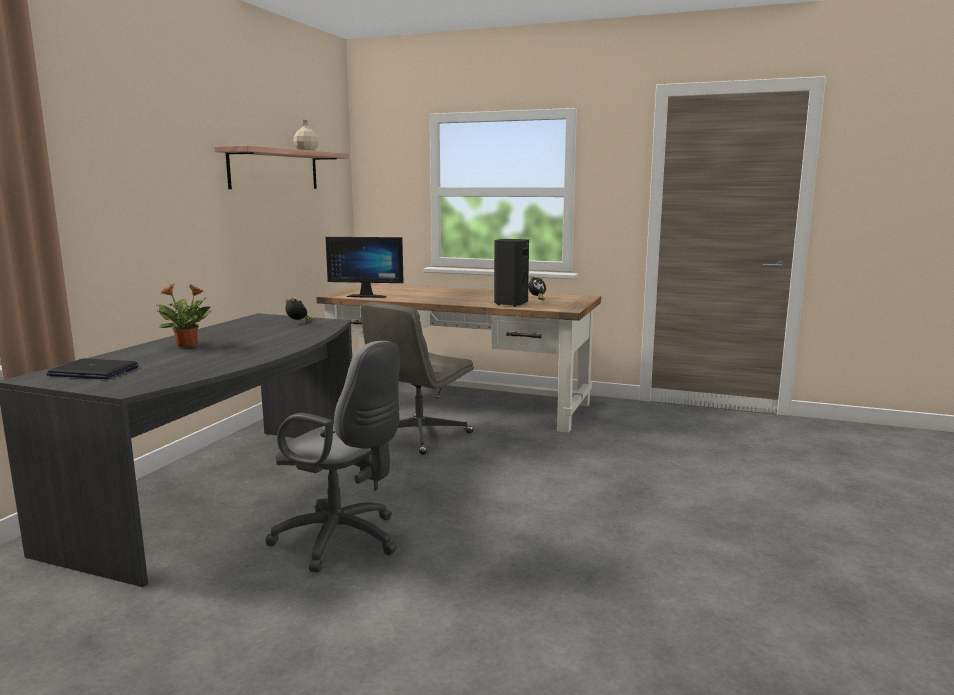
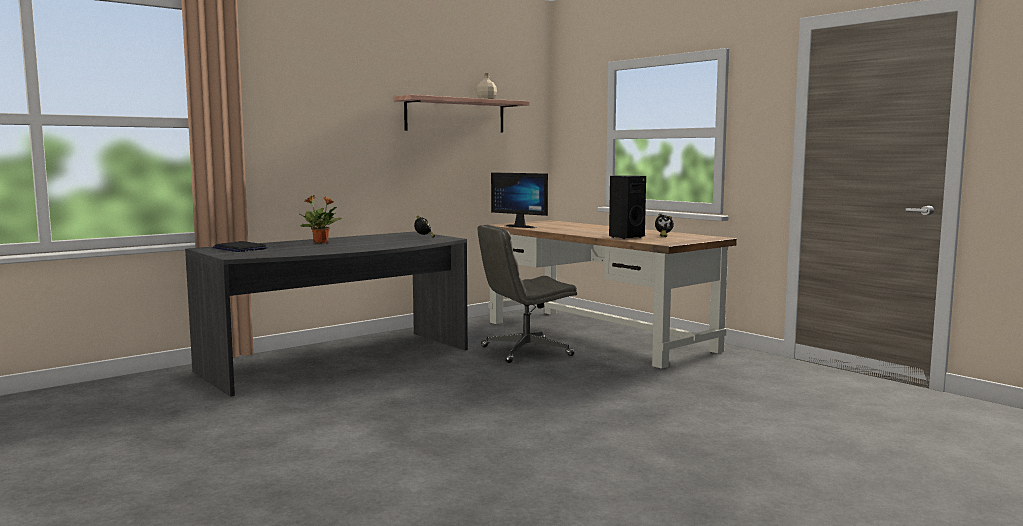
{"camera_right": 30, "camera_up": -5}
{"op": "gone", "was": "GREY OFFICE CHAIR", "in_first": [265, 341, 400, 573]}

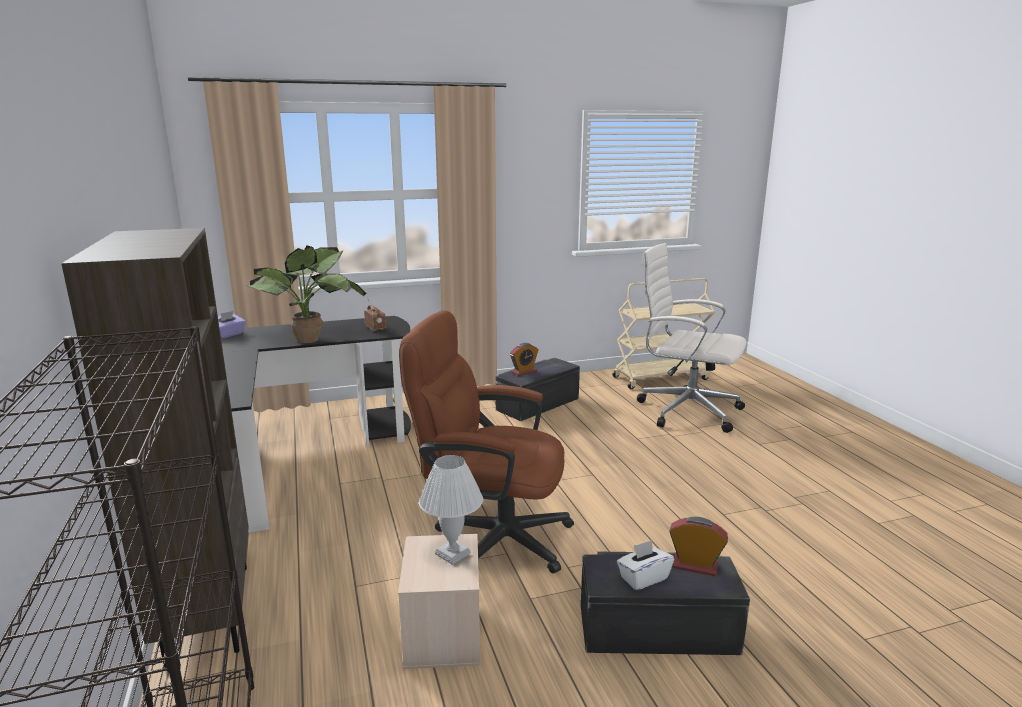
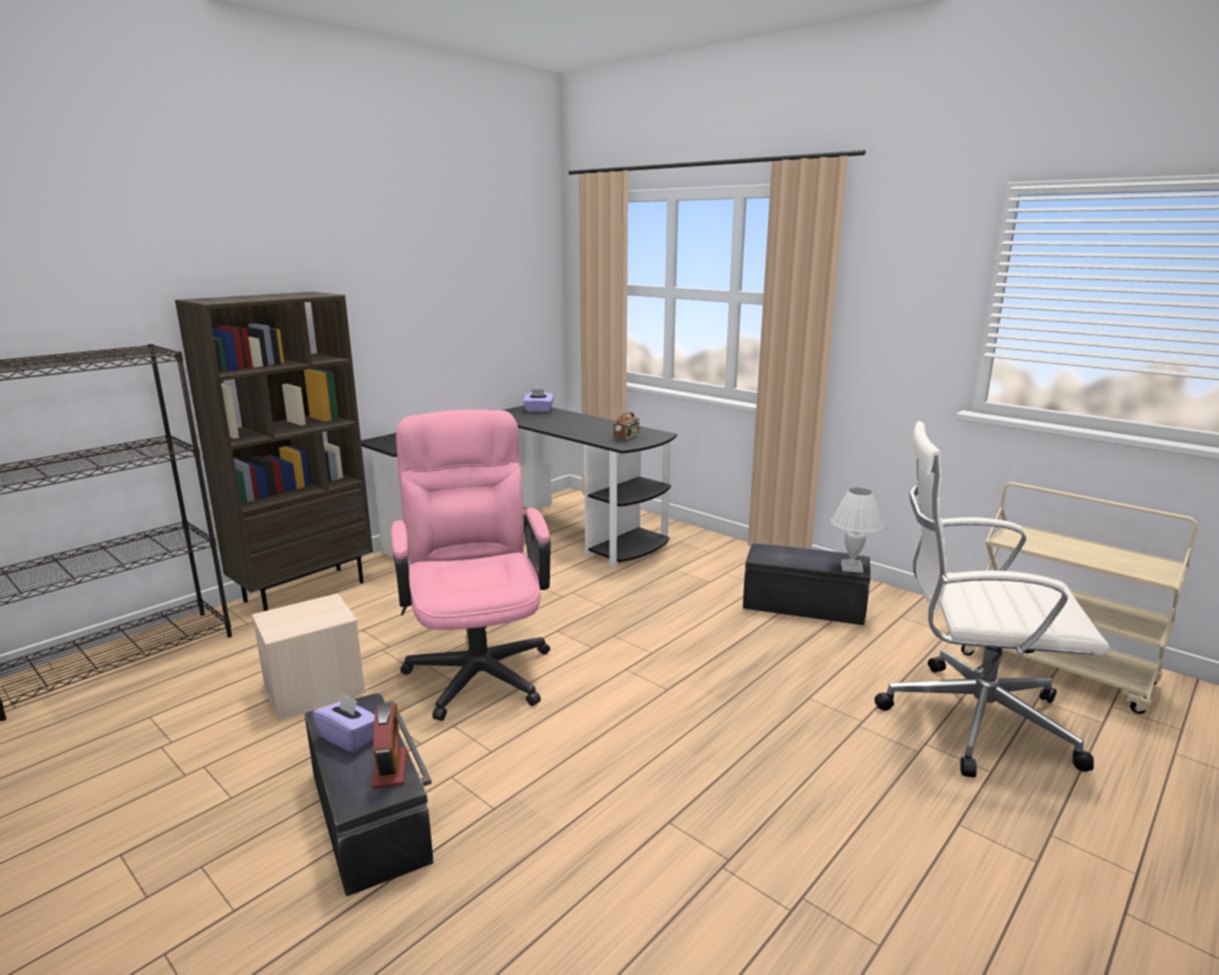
{"camera_right": 60, "camera_up": 0}
{"op": "gone", "was": "POTTED PLANT", "in_first": [247, 245, 366, 343]}
{"op": "gone", "was": "ALARM CLOCK", "in_first": [510, 343, 539, 376]}
{"op": "shifted", "was": "WHITE TABLE LAMP", "in_first": [419, 455, 483, 565], "in_second": [831, 488, 883, 573]}
{"op": "repainted", "was": "BROWN OFFICE CHAIR", "now": "PINK OFFICE CHAIR", "in_first": [399, 310, 574, 573], "in_second": [391, 410, 551, 721]}
{"op": "repainted", "was": "WHITE TISSUE BOX", "now": "PURPLE TISSUE BOX", "in_first": [617, 540, 674, 590], "in_second": [312, 693, 375, 753]}
{"op": "rotated", "was": "WHITE OFFICE CHAIR", "in_first": [637, 243, 747, 433], "in_second": [874, 421, 1110, 777], "clockwise": -75}

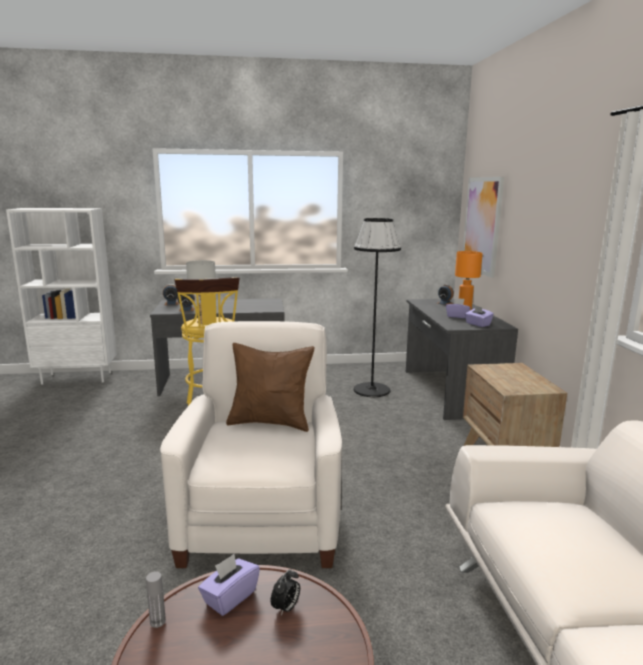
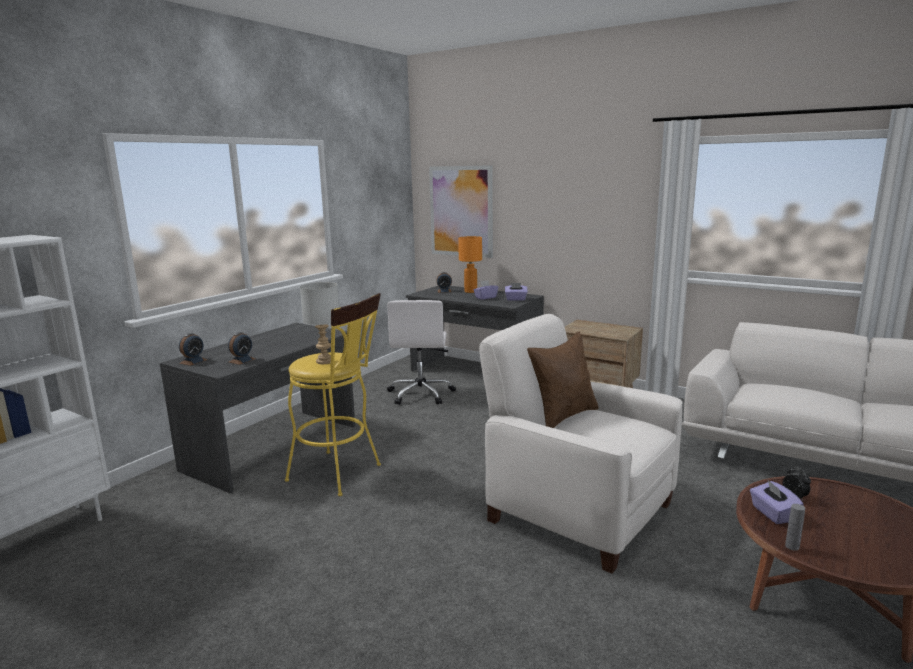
{"camera_right": -50, "camera_up": 0}
{"op": "swapped", "was": "BLACK FLOOR LAMP", "now": "WHITE OFFICE CHAIR", "in_first": [353, 218, 401, 397], "in_second": [387, 300, 456, 405]}

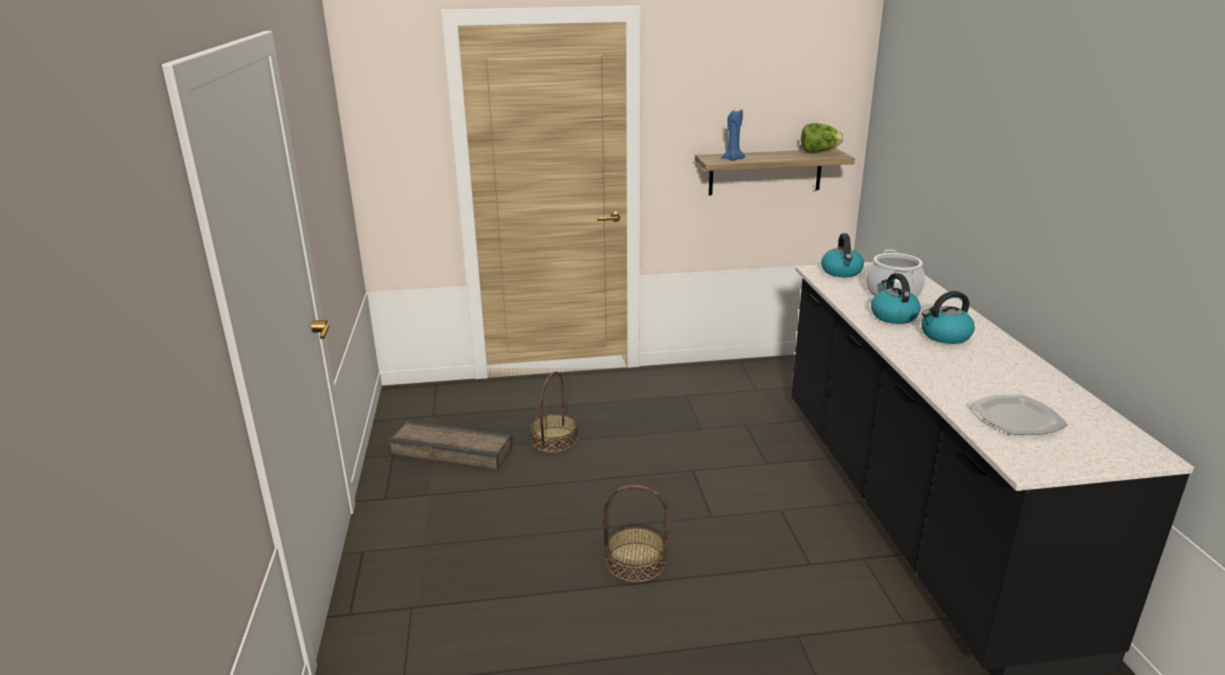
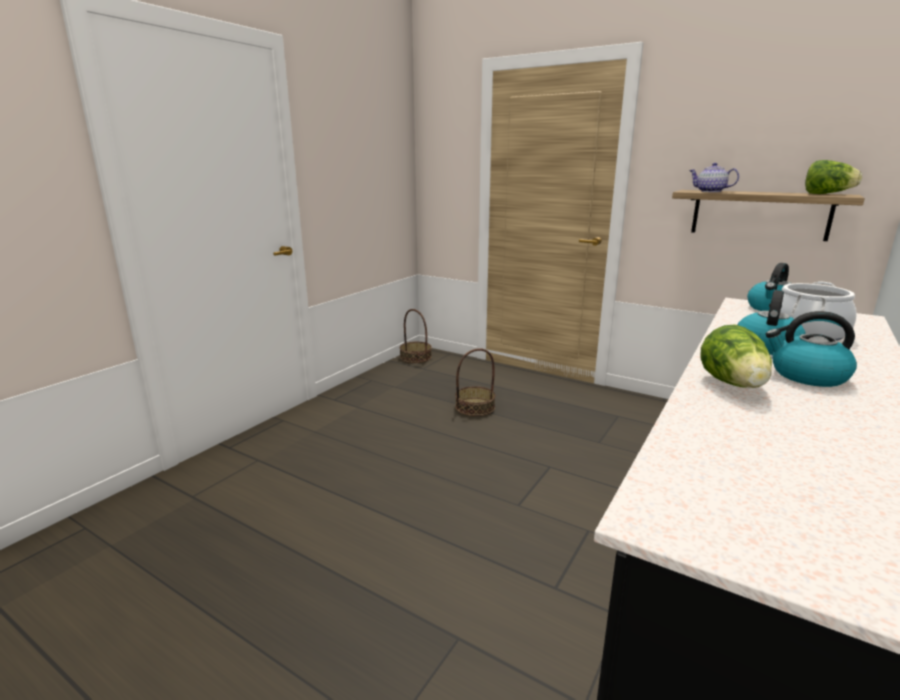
{"camera_right": 40, "camera_up": -5}
{"op": "gone", "was": "CRATE", "in_first": [389, 421, 512, 470]}
{"op": "gone", "was": "PLATE", "in_first": [971, 394, 1068, 435]}
{"op": "new", "now": "LETTUCE", "in_second": [700, 324, 772, 388]}
{"op": "shifted", "was": "BASKET", "in_first": [603, 485, 669, 583], "in_second": [400, 309, 432, 363]}
{"op": "swapped", "was": "BLUE CANDLE", "now": "TEAPOT", "in_first": [721, 109, 745, 161], "in_second": [689, 163, 739, 192]}

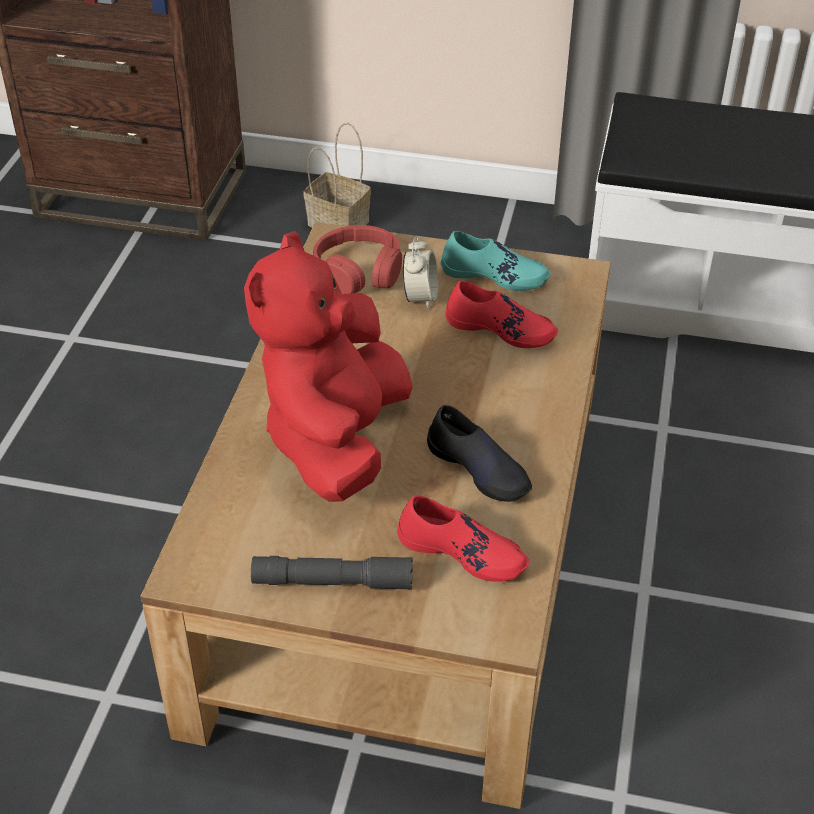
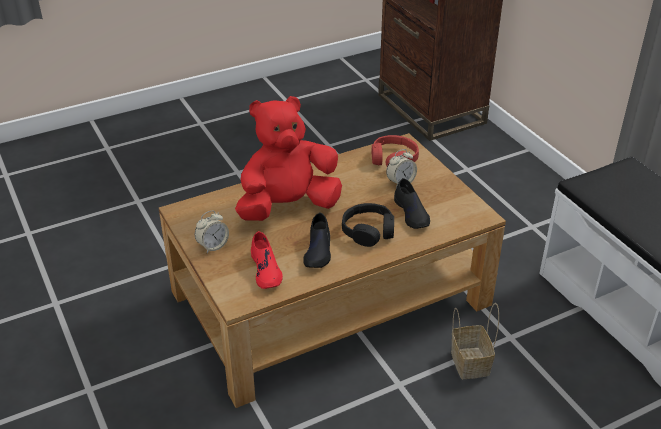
{"camera_right": 50, "camera_up": -5}
{"op": "gone", "was": "TURQUOISE SHOE", "in_first": [441, 231, 551, 291]}
{"op": "new", "now": "BLACK HEADPHONES", "in_second": [342, 203, 394, 247]}
{"op": "shifted", "was": "BASKET", "in_first": [304, 123, 371, 227], "in_second": [451, 303, 499, 379]}
{"op": "swapped", "was": "GREY FLASHLIGHT", "now": "ALARM CLOCK", "in_first": [251, 556, 413, 590], "in_second": [195, 210, 229, 253]}
{"op": "repainted", "was": "RED SHOE", "now": "BLACK SHOE", "in_first": [445, 281, 558, 348], "in_second": [394, 178, 430, 229]}

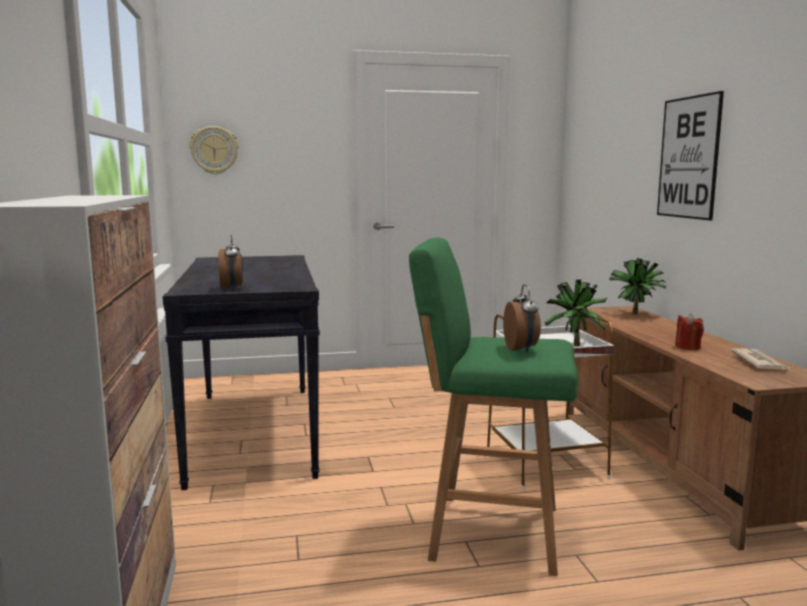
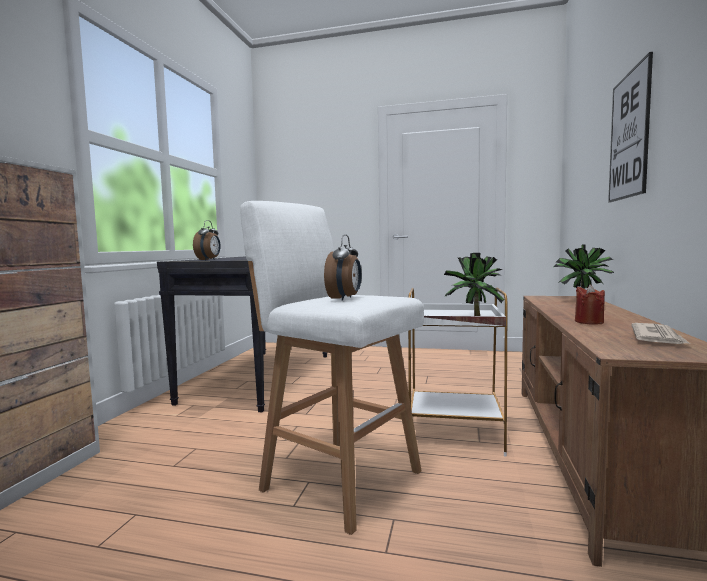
{"camera_right": 25, "camera_up": -5}
{"op": "gone", "was": "WALL CLOCK", "in_first": [190, 126, 239, 175]}
{"op": "repainted", "was": "GREEN STOOL", "now": "WHITE STOOL", "in_first": [409, 238, 578, 576], "in_second": [240, 201, 424, 535]}

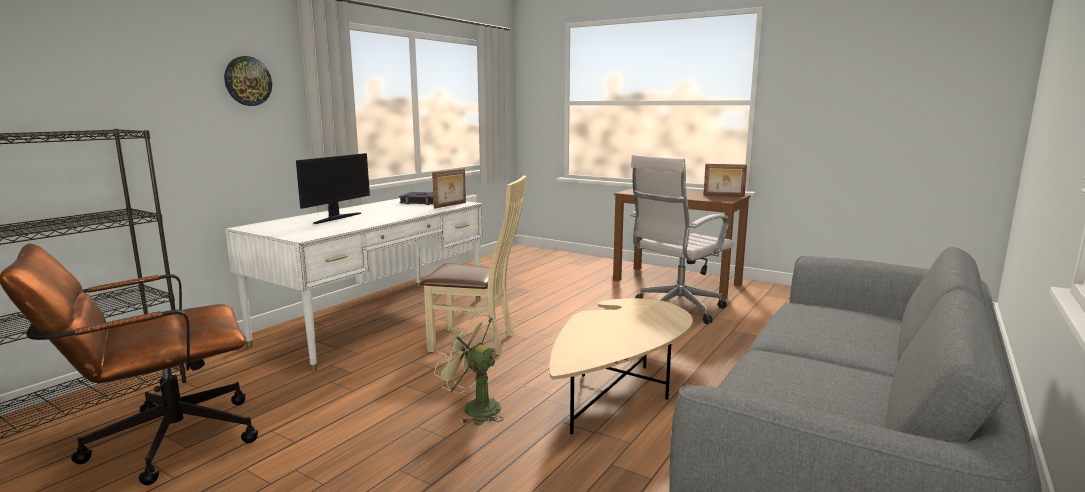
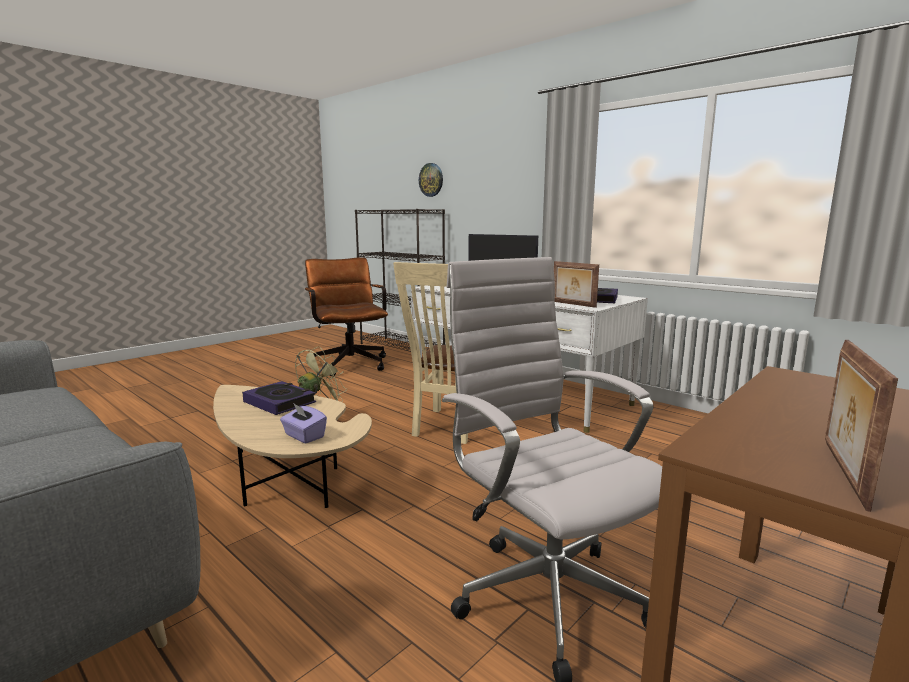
{"camera_right": 100, "camera_up": 0}
{"op": "new", "now": "BOOK", "in_second": [242, 381, 316, 415]}
{"op": "new", "now": "PURPLE TISSUE BOX", "in_second": [280, 403, 327, 444]}
{"op": "shifted", "was": "WALL CLOCK", "in_first": [224, 56, 272, 106], "in_second": [419, 163, 443, 197]}

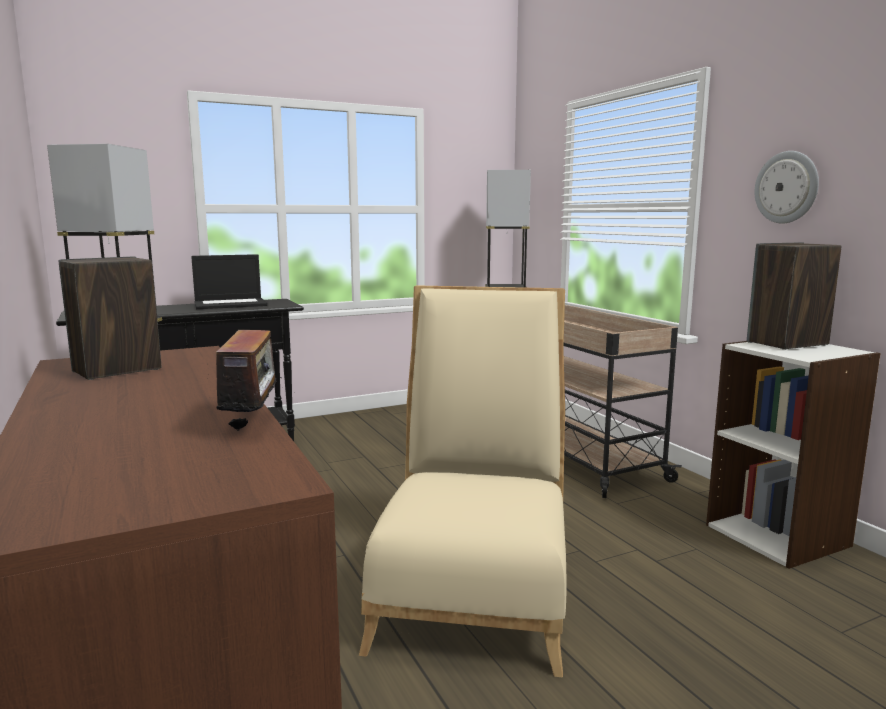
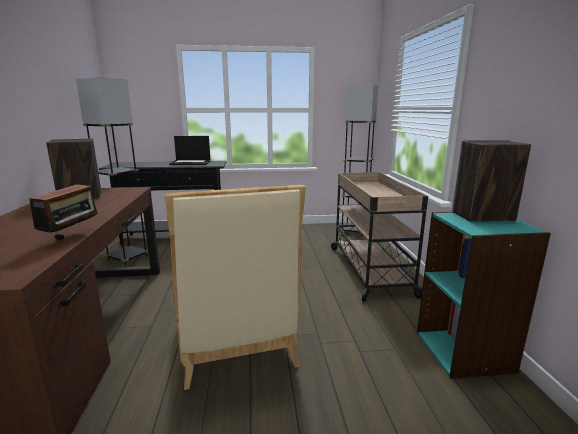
{"camera_right": 20, "camera_up": 5}
{"op": "gone", "was": "WALL CLOCK", "in_first": [755, 151, 819, 224]}
{"op": "repainted", "was": "WHITE BOOKCASE", "now": "TURQUOISE BOOKCASE", "in_first": [706, 341, 881, 569], "in_second": [417, 212, 551, 379]}
{"op": "rotated", "was": "BEIGE CHAIR", "in_first": [359, 285, 567, 677], "in_second": [165, 185, 306, 390], "clockwise": 135}

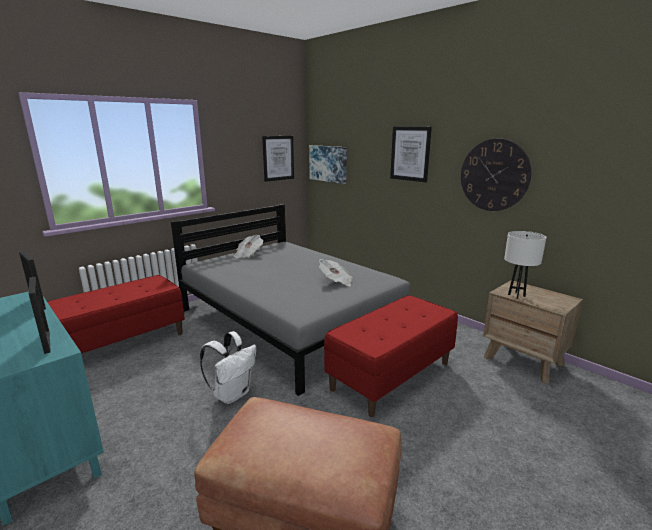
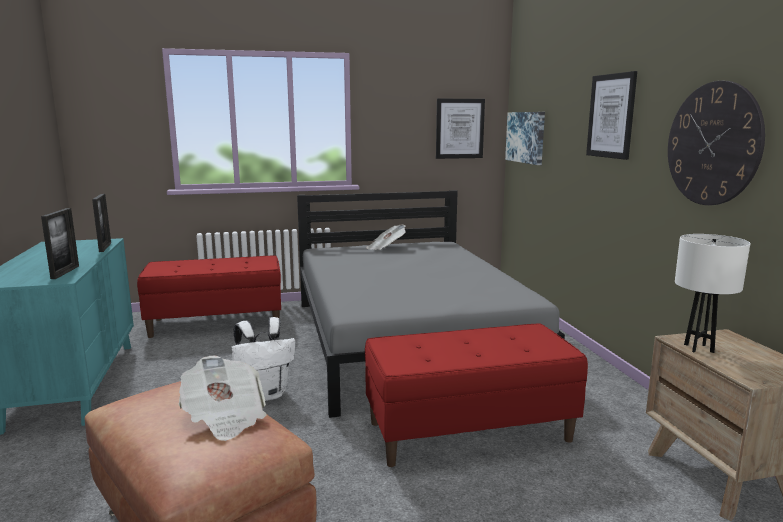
{"camera_right": 30, "camera_up": -5}
{"op": "shifted", "was": "NEWSPAPER", "in_first": [319, 259, 352, 286], "in_second": [178, 356, 266, 441]}

